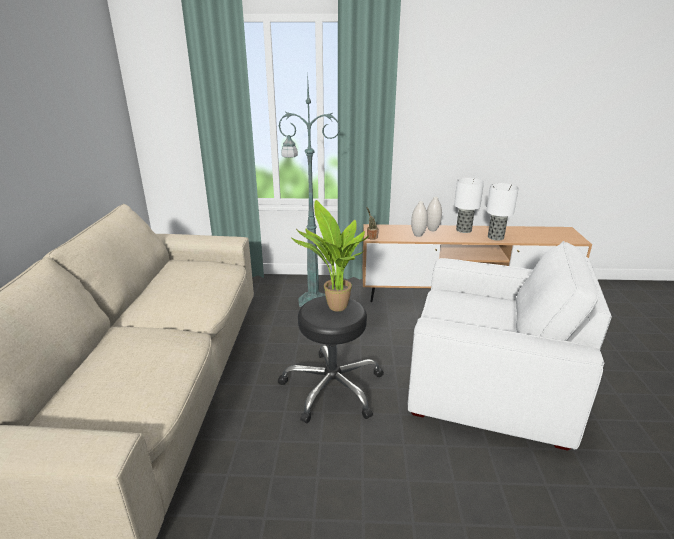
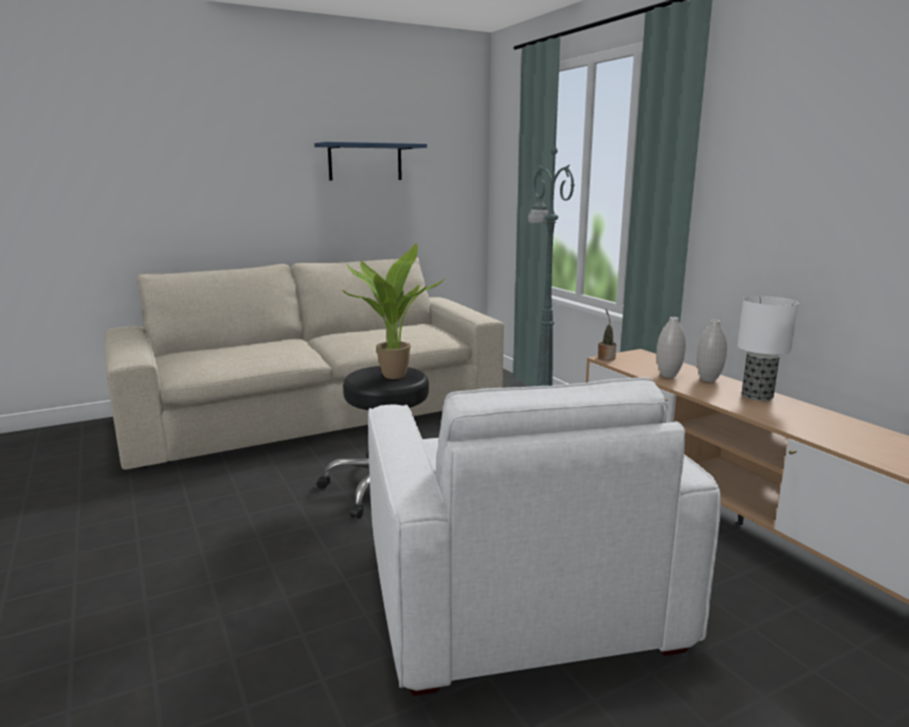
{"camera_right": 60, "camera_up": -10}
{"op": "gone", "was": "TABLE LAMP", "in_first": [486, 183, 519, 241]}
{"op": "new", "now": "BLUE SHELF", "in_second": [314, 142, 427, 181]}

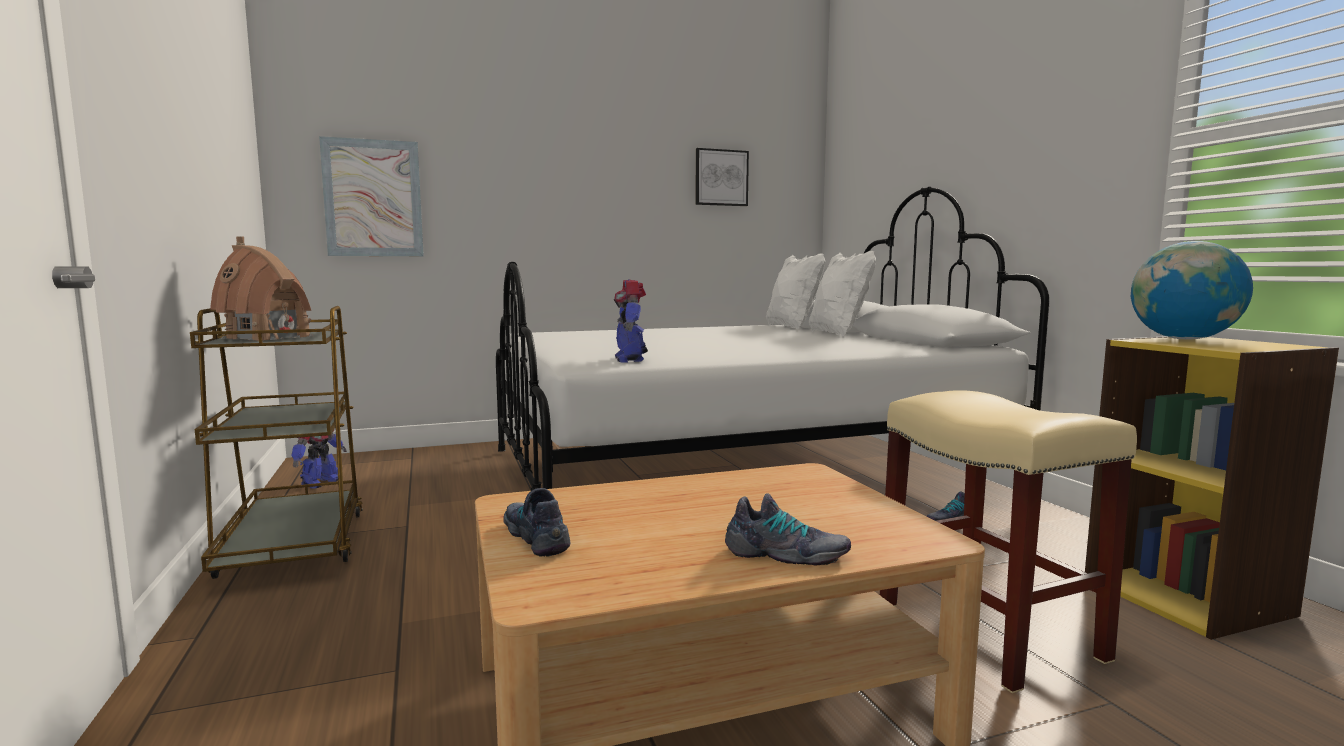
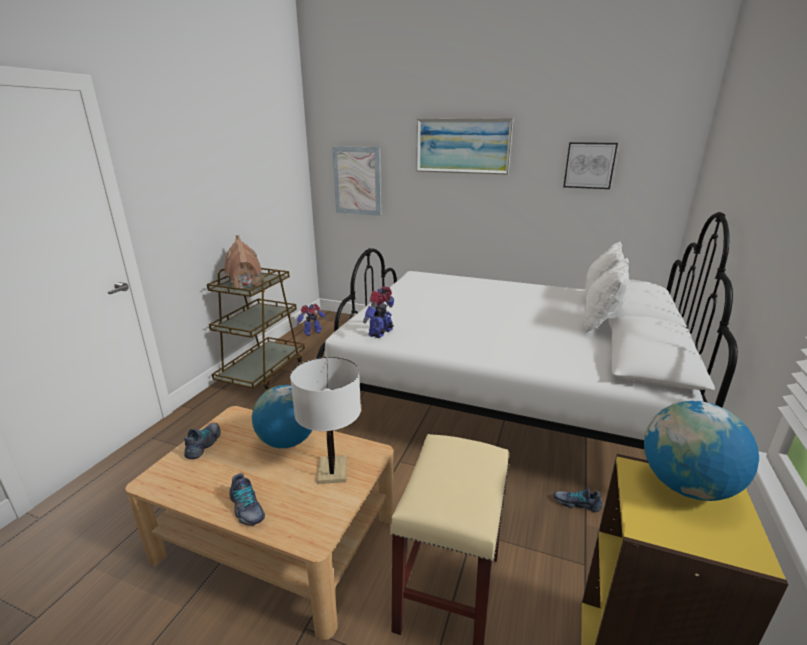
{"camera_right": 40, "camera_up": 15}
{"op": "new", "now": "GLOBE", "in_second": [252, 385, 312, 448]}
{"op": "new", "now": "WHITE TABLE LAMP", "in_second": [290, 357, 361, 484]}
{"op": "new", "now": "PICTURE", "in_second": [416, 118, 514, 175]}

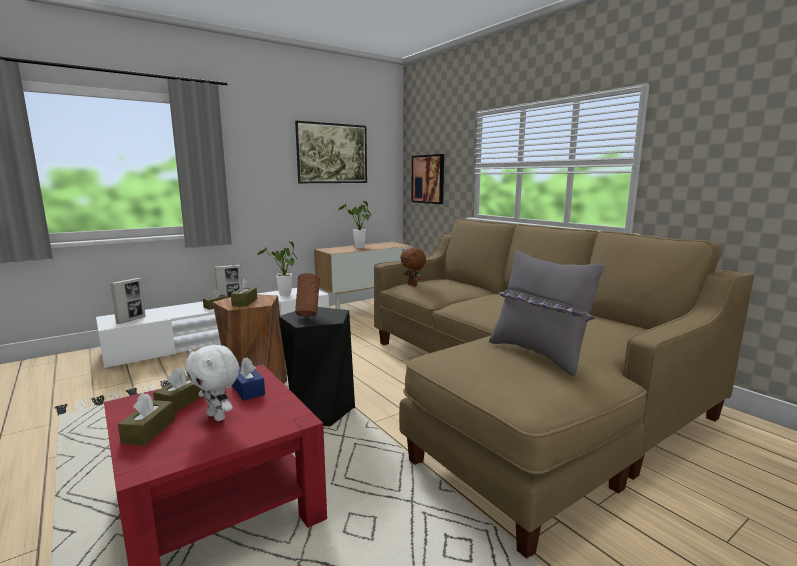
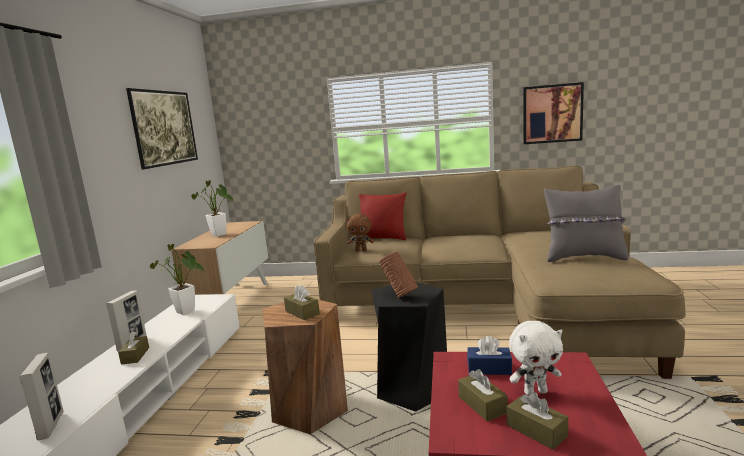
{"camera_right": -45, "camera_up": 0}
{"op": "new", "now": "RED PILLOW", "in_second": [359, 192, 406, 240]}
{"op": "shifted", "was": "PICTURE", "in_first": [411, 154, 444, 204], "in_second": [523, 82, 584, 144]}

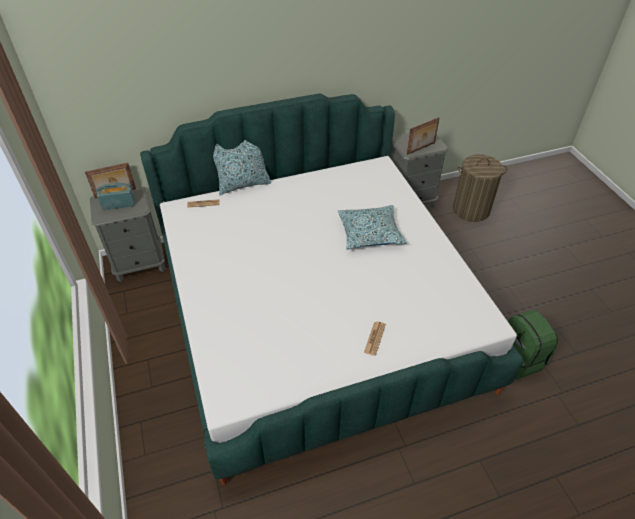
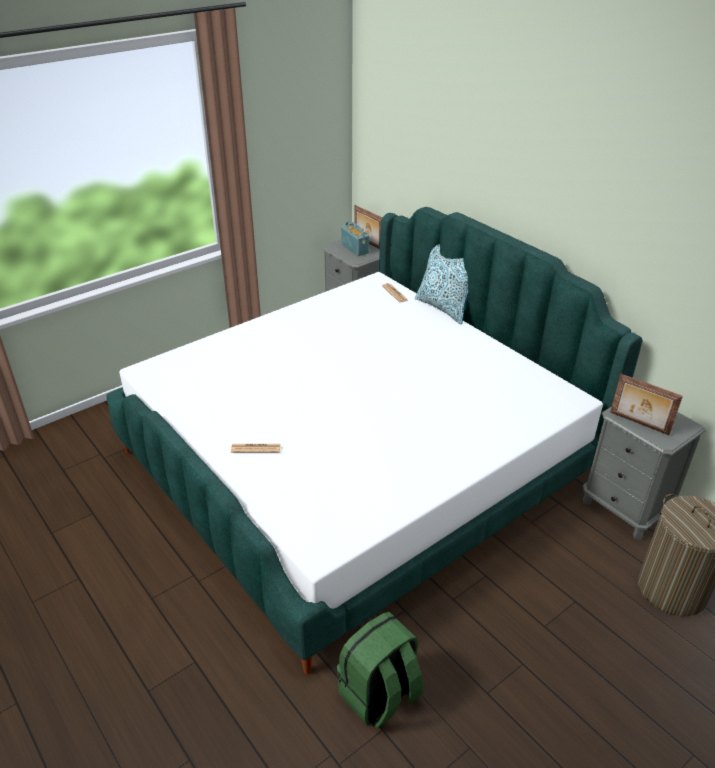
{"camera_right": 70, "camera_up": -10}
{"op": "gone", "was": "PILLOW", "in_first": [338, 205, 407, 250]}

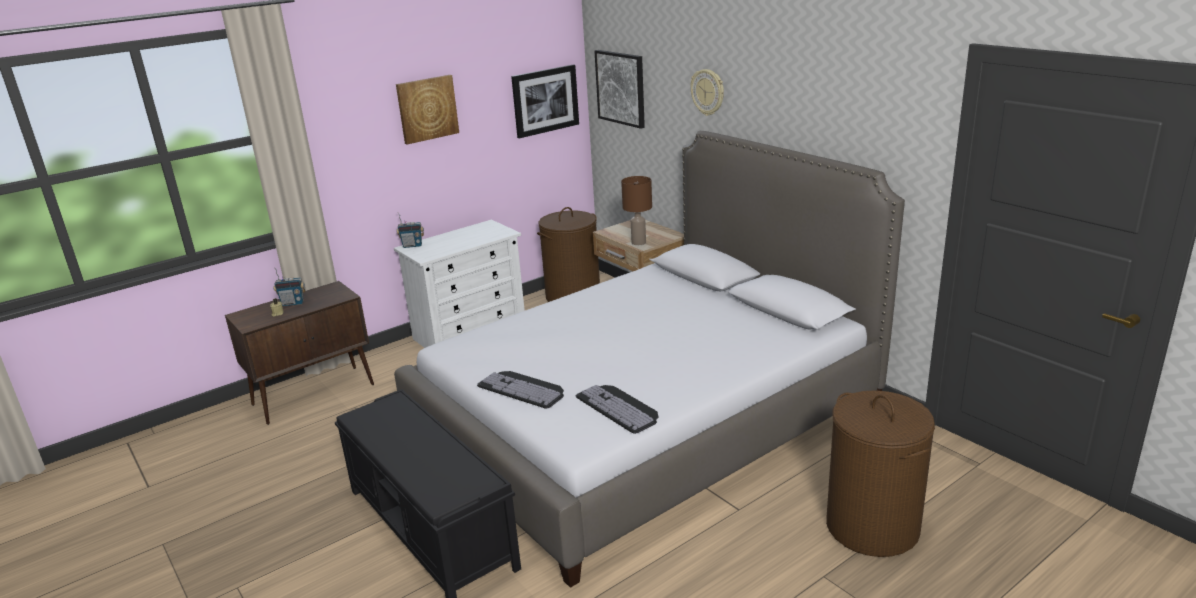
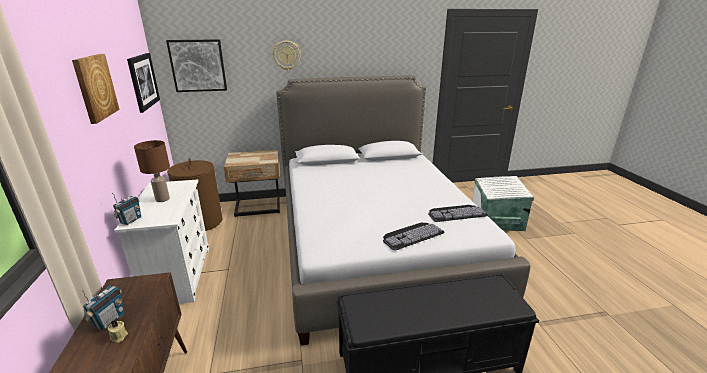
{"camera_right": -65, "camera_up": 0}
{"op": "shifted", "was": "BROWN TABLE LAMP", "in_first": [621, 176, 652, 245], "in_second": [134, 140, 170, 202]}
{"op": "swapped", "was": "BROWN LAUNDRY BASKET", "now": "WHITE STORAGE BOX", "in_first": [826, 390, 935, 557], "in_second": [472, 176, 534, 231]}

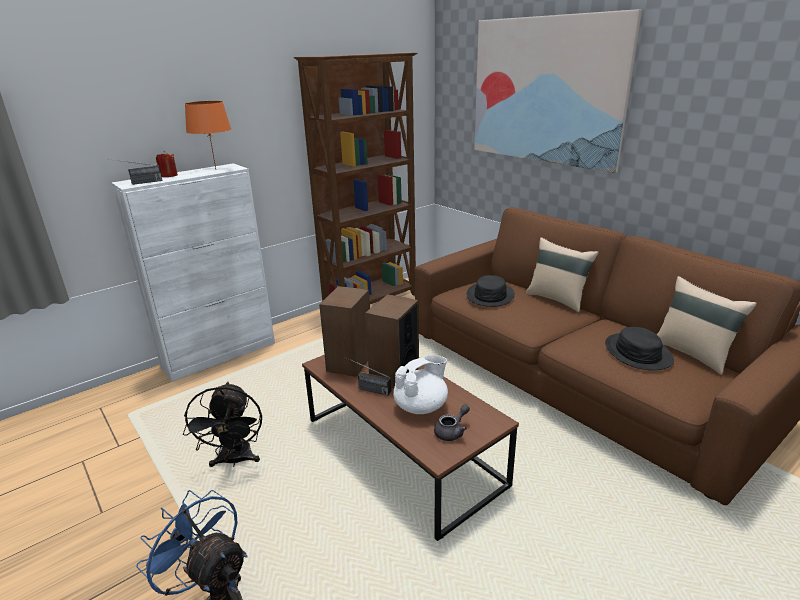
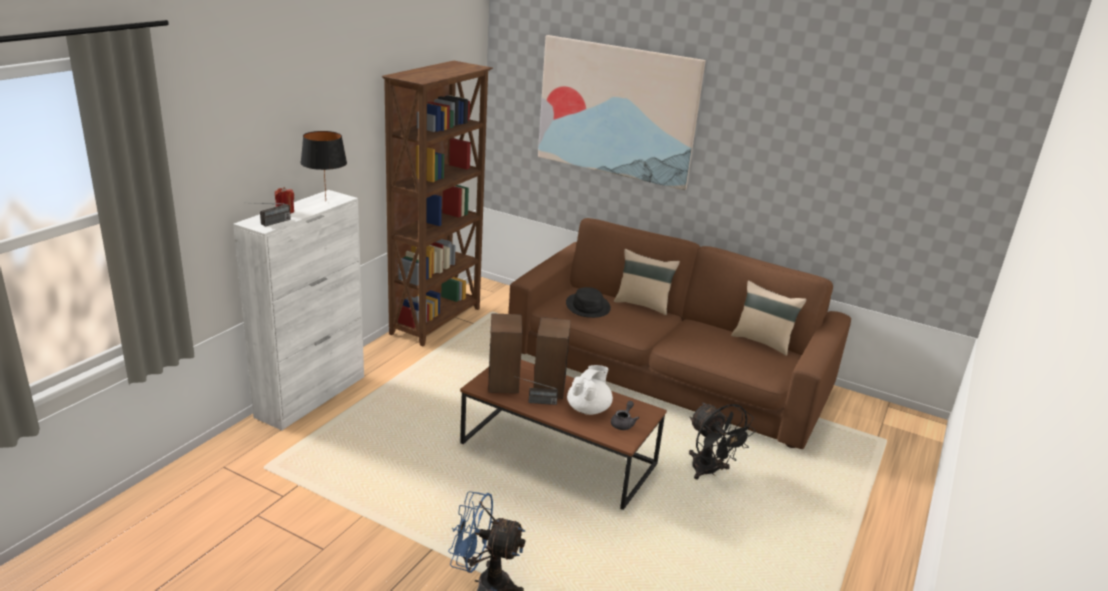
{"camera_right": -25, "camera_up": 0}
{"op": "gone", "was": "BLACK HAT", "in_first": [605, 327, 674, 370]}
{"op": "shifted", "was": "BLACK FAN", "in_first": [183, 382, 262, 467], "in_second": [689, 403, 756, 479]}
{"op": "repainted", "was": "ORANGE TABLE LAMP", "now": "BLACK TABLE LAMP", "in_first": [185, 101, 231, 169], "in_second": [300, 131, 347, 199]}

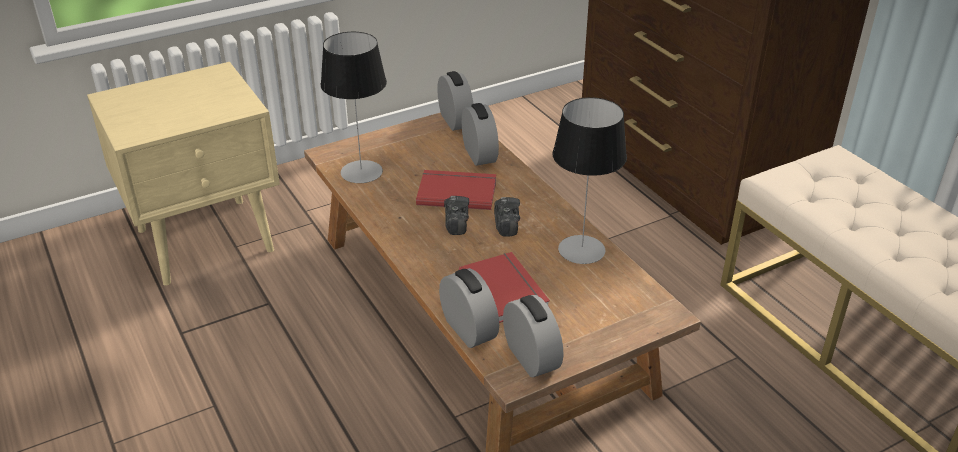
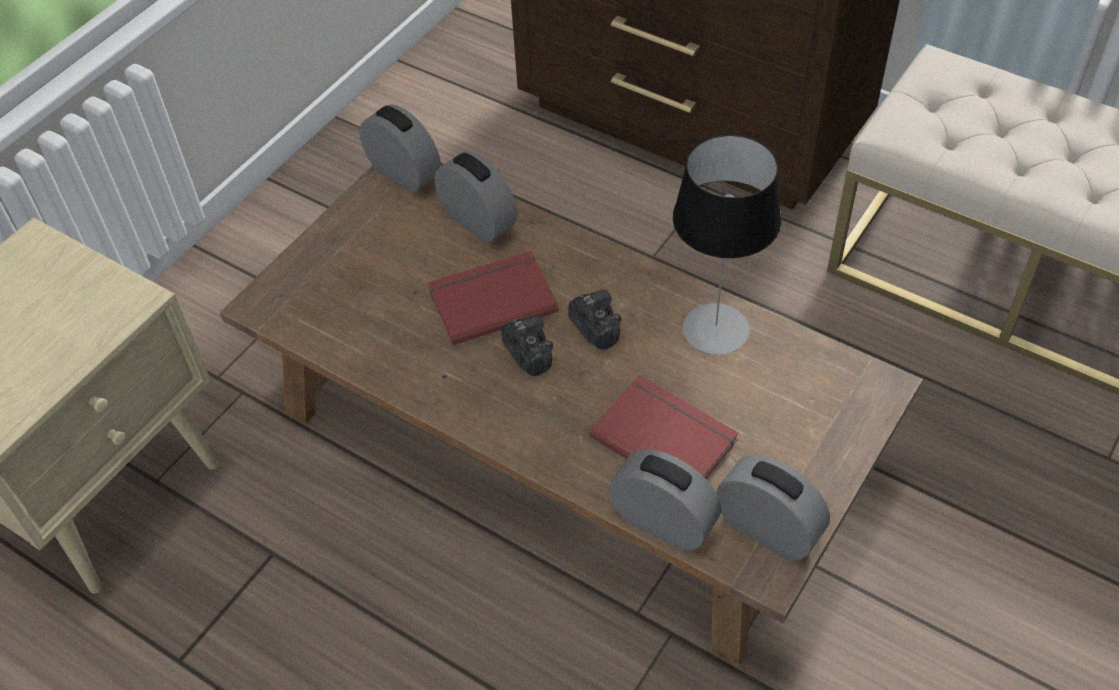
{"camera_right": -25, "camera_up": 15}
{"op": "gone", "was": "TABLE LAMP", "in_first": [321, 32, 387, 183]}

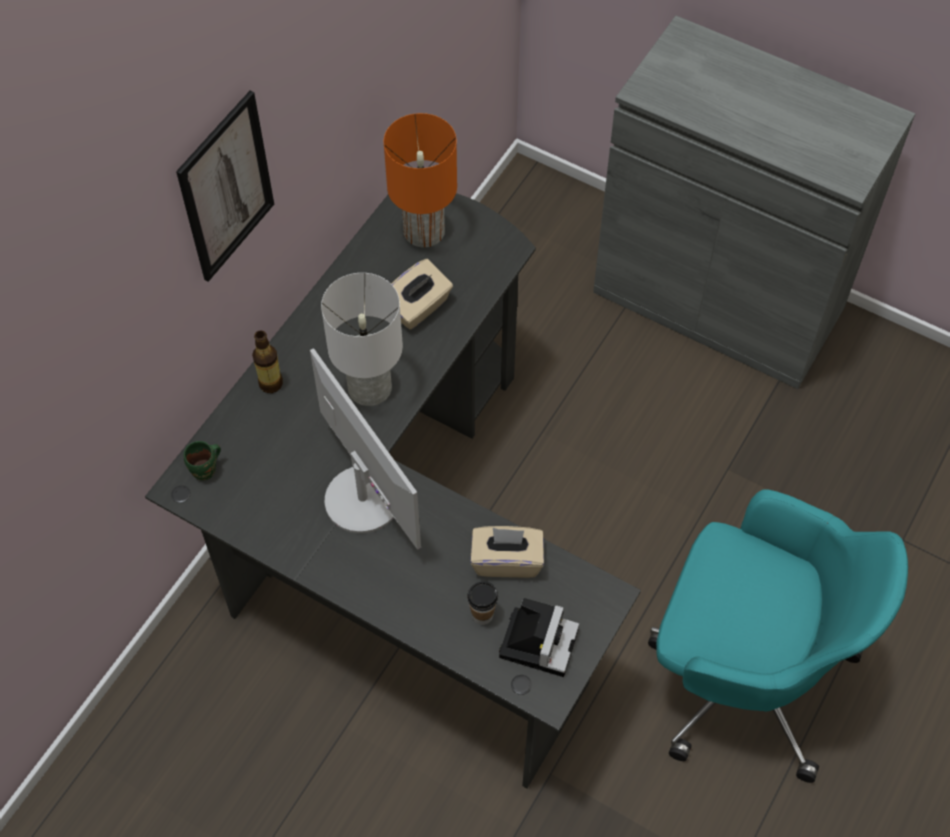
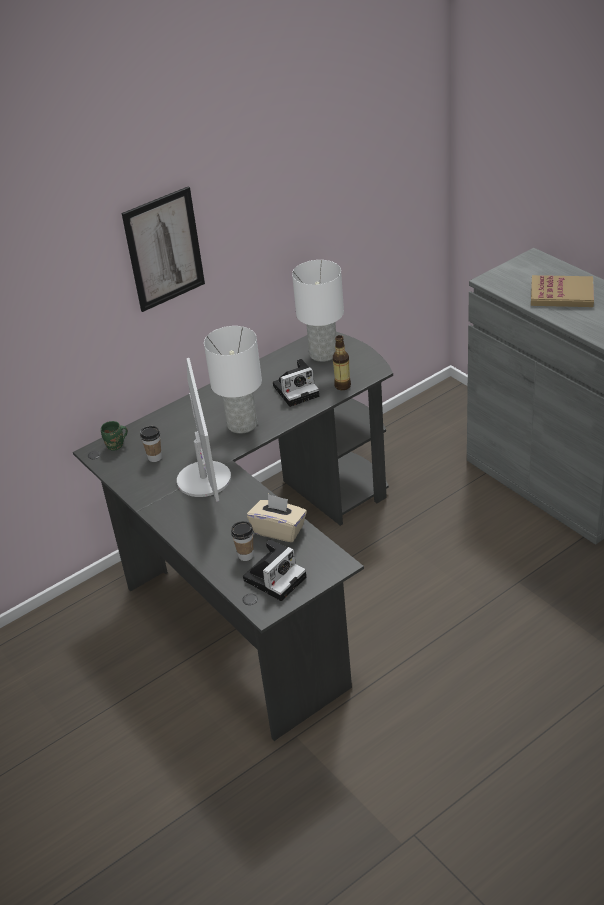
{"camera_right": 25, "camera_up": -20}
{"op": "gone", "was": "TURQUOISE OFFICE CHAIR", "in_first": [648, 489, 908, 783]}
{"op": "new", "now": "CUP", "in_second": [140, 426, 162, 462]}
{"op": "new", "now": "BOOK", "in_second": [531, 275, 594, 307]}
{"op": "shifted", "was": "BOTTLE", "in_first": [252, 331, 283, 393], "in_second": [333, 335, 351, 390]}
{"op": "swapped", "was": "BEIGE TISSUE BOX", "now": "PHOTO CAMERA", "in_first": [391, 259, 453, 330], "in_second": [273, 359, 319, 407]}
{"op": "repainted", "was": "ORANGE TABLE LAMP", "now": "WHITE TABLE LAMP", "in_first": [384, 113, 457, 248], "in_second": [292, 260, 344, 362]}

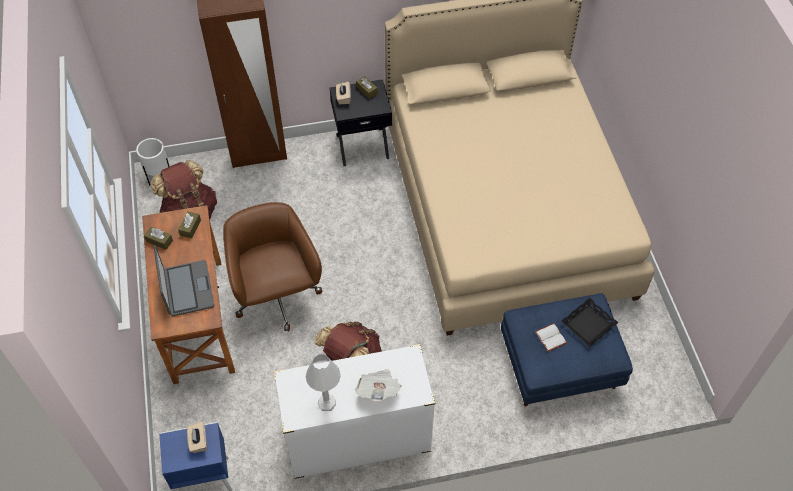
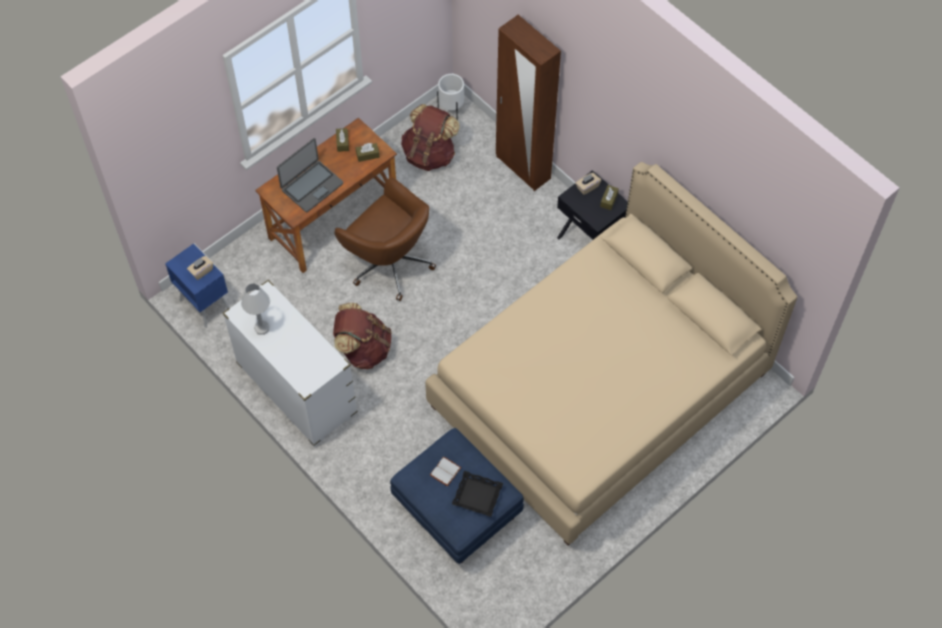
{"camera_right": 60, "camera_up": 5}
{"op": "gone", "was": "NEWSPAPER", "in_first": [355, 369, 402, 401]}
{"op": "rotated", "was": "BROWN OFFICE CHAIR", "in_first": [223, 202, 323, 331], "in_second": [334, 178, 436, 301], "clockwise": 90}

